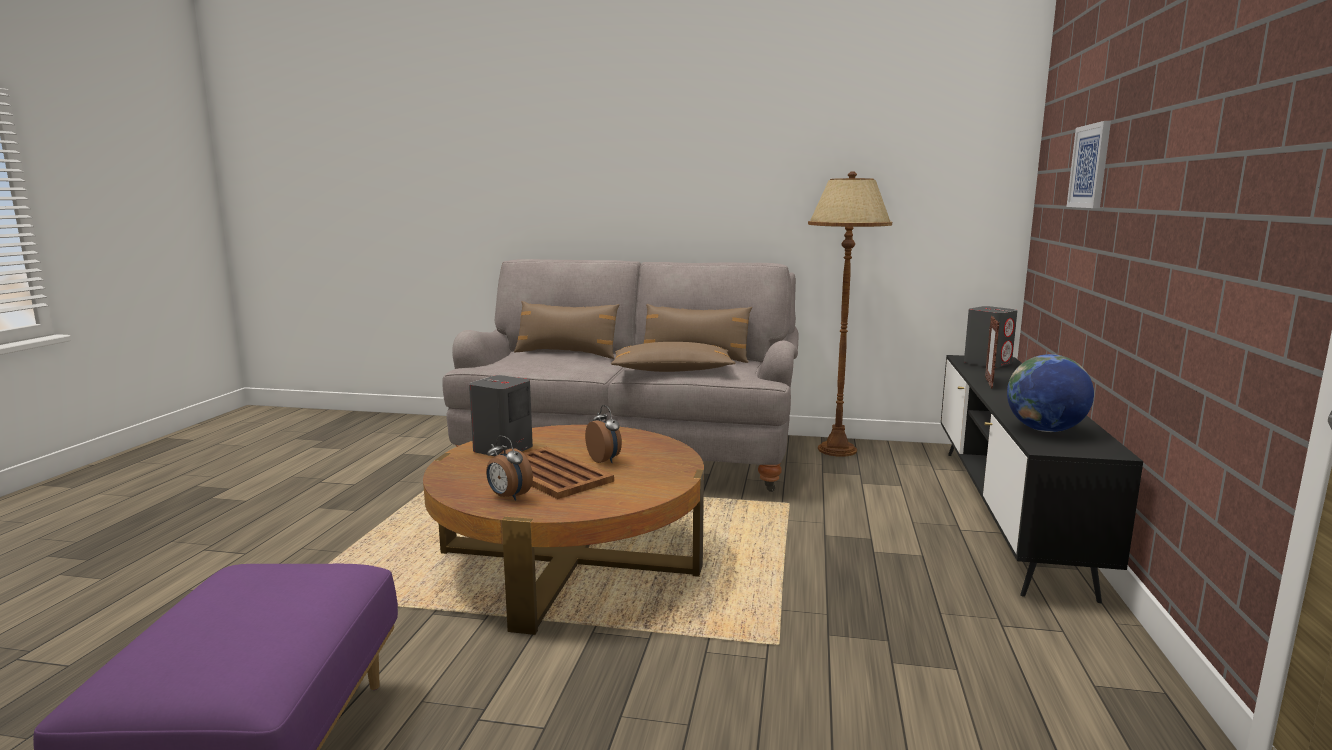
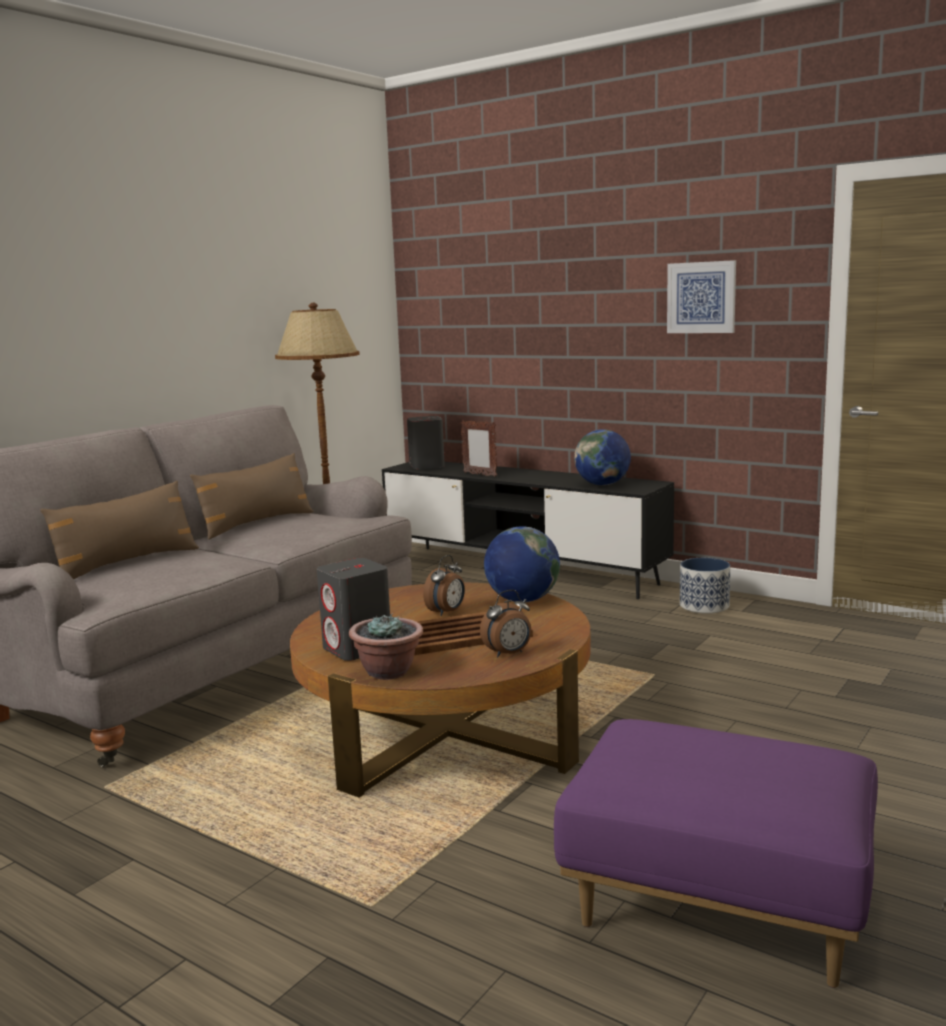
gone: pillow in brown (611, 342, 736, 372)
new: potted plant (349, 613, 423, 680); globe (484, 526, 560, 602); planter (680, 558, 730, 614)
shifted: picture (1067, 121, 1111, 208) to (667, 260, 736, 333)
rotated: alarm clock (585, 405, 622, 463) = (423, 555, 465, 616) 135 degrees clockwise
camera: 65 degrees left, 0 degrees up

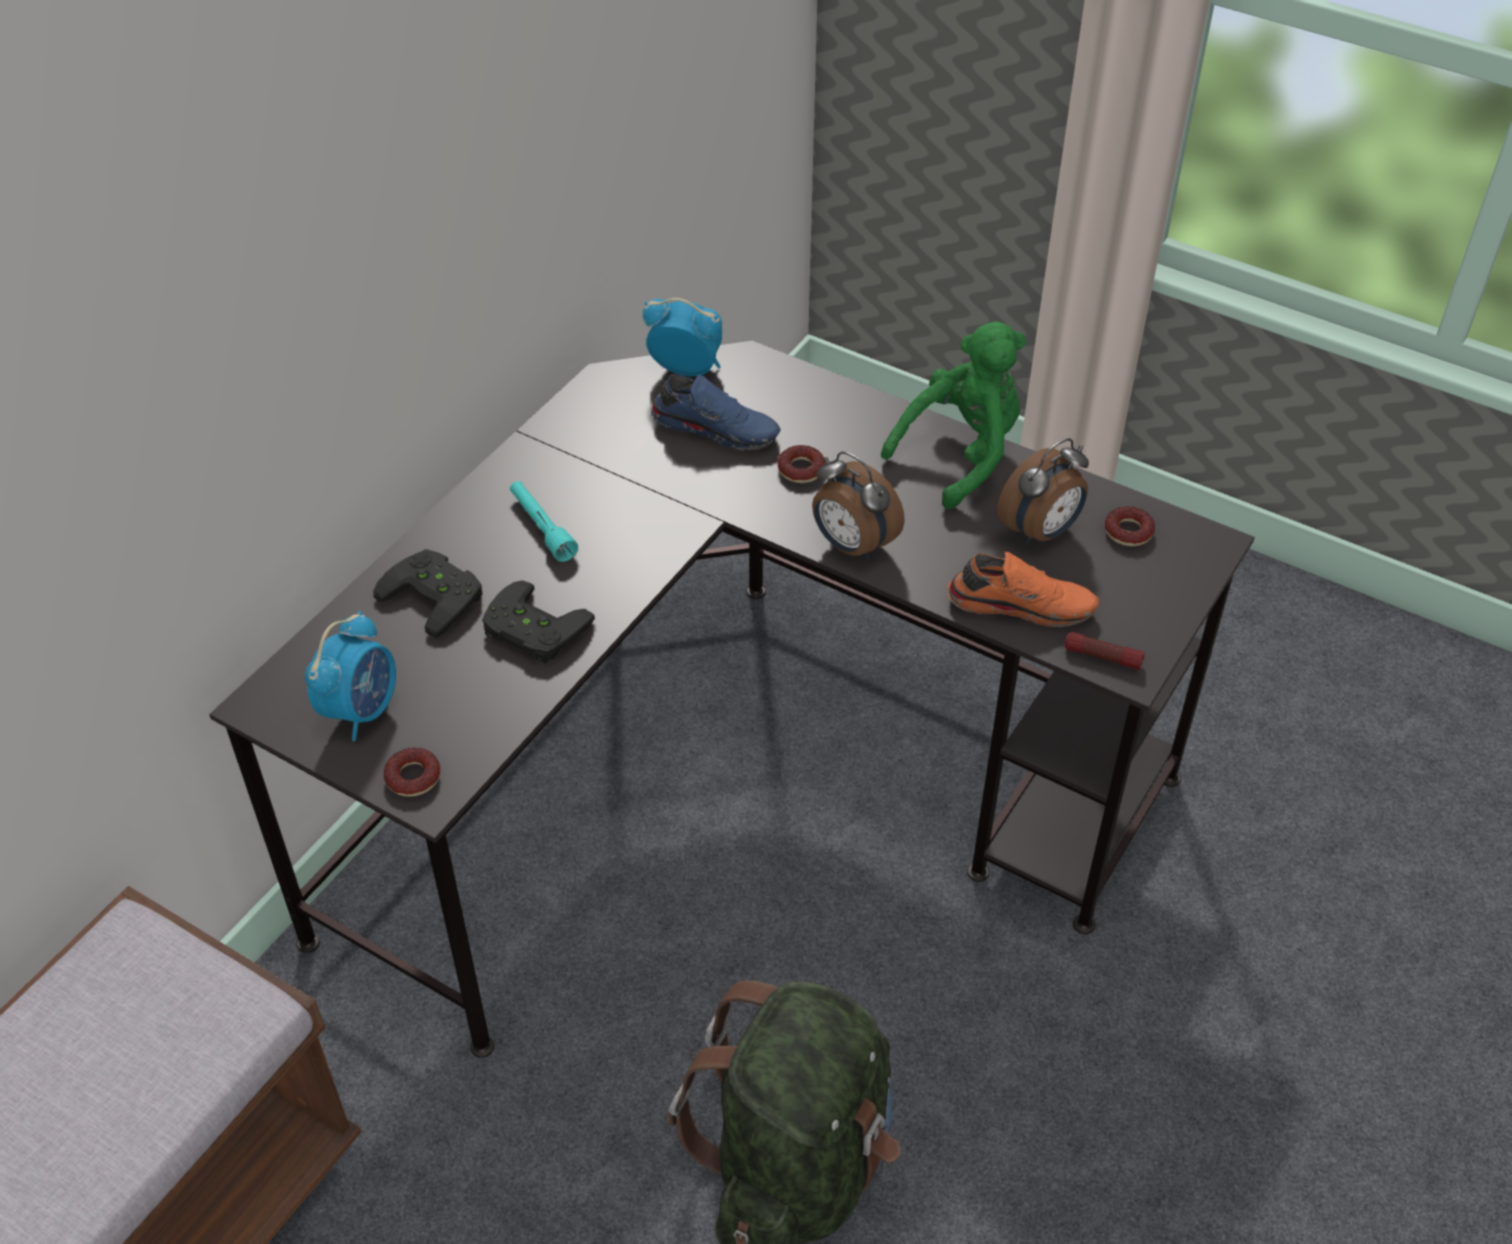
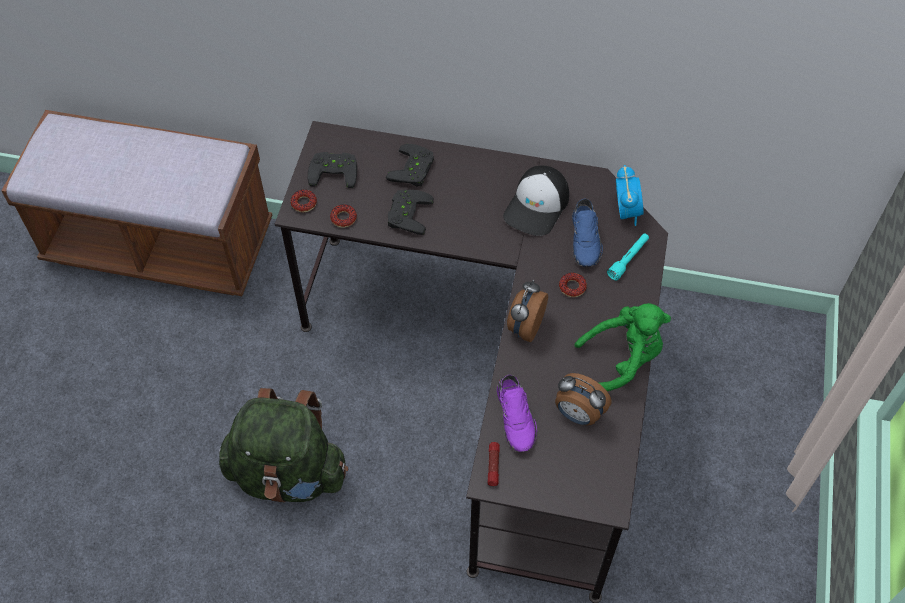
new: cap (503, 166, 569, 236)
shifted: donut (1105, 506, 1155, 546) to (330, 204, 357, 228); flashlight in turquoise (510, 481, 578, 562) to (607, 233, 649, 280)
swapped: alarm clock (305, 611, 396, 741) to game controller in black (308, 152, 357, 188)
repainted: shoe in orange (948, 552, 1099, 627) to shoe in purple (497, 375, 537, 452)
rotated: plush toy in green (881, 321, 1026, 509) = (574, 303, 671, 391) 45 degrees counterclockwise
camera: 70 degrees right, 10 degrees up

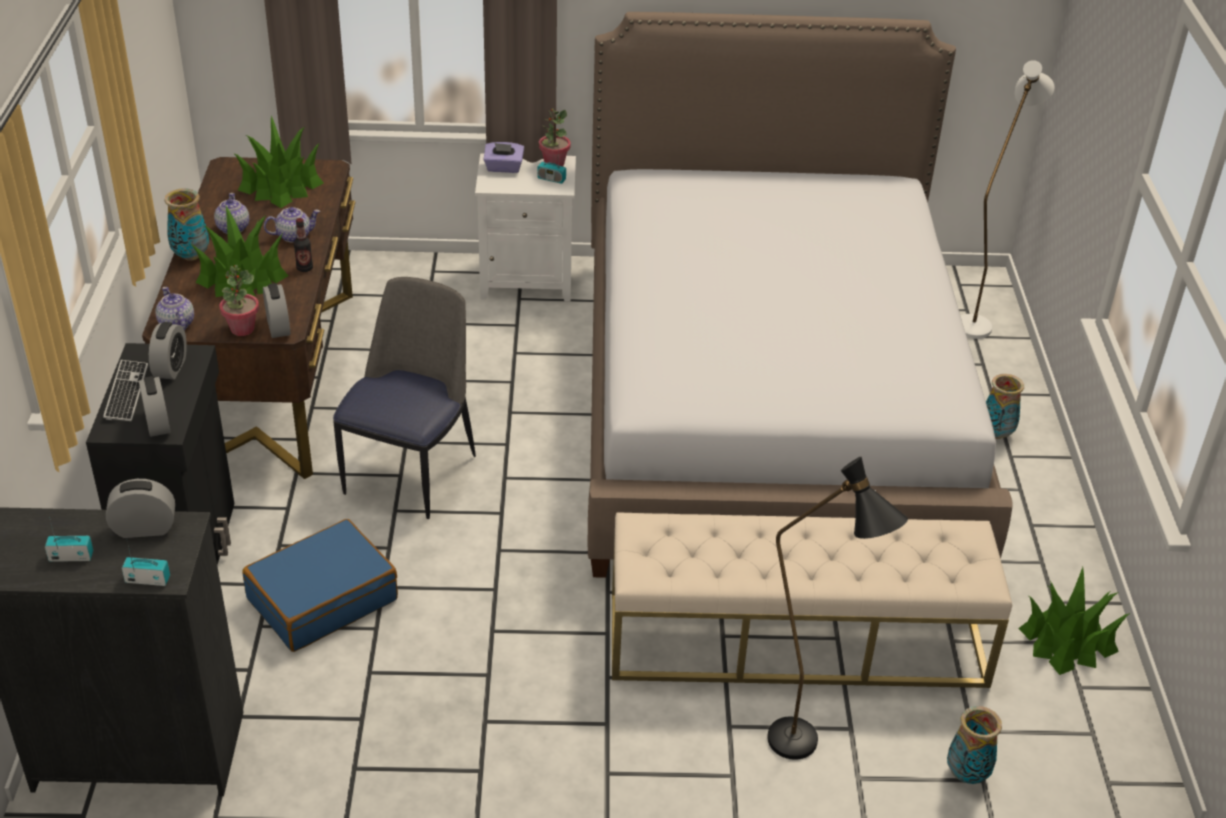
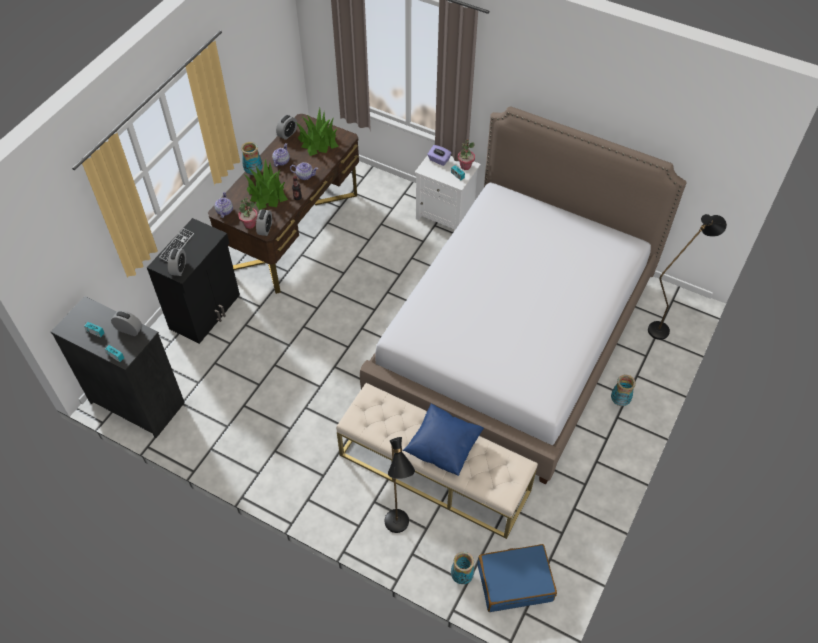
gone: chair (333, 277, 476, 519); potted plant (1018, 567, 1130, 675)
new: pillow in blue (403, 403, 484, 476)
shifted: alarm clock (149, 322, 187, 379) to (276, 115, 297, 140); suitcase in blue (242, 519, 398, 652) to (477, 544, 557, 612)
repainted: floor lamp in white (960, 60, 1055, 339) to floor lamp in black (648, 214, 727, 340)
camera: 30 degrees right, 15 degrees up

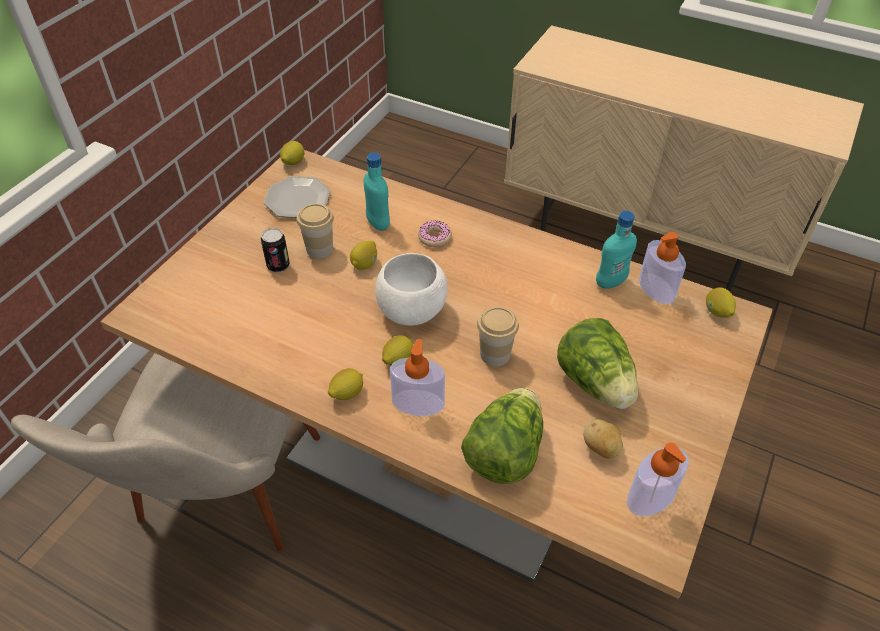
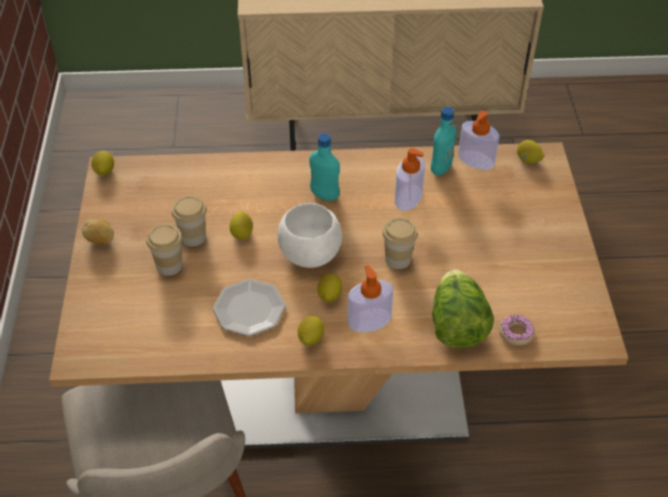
gone: lettuce (557, 318, 638, 409)
shifted: potato (583, 419, 623, 458) to (82, 219, 114, 245); plate (264, 176, 331, 218) to (213, 279, 286, 336); bottle in turquoise (364, 152, 390, 231) to (309, 133, 340, 201); soap dispenser (627, 442, 689, 516) to (395, 148, 425, 211); donut (418, 221, 452, 247) to (499, 315, 535, 346)
swapped: can (261, 228, 290, 272) to cup (146, 224, 183, 276)
camera: 30 degrees left, 0 degrees up

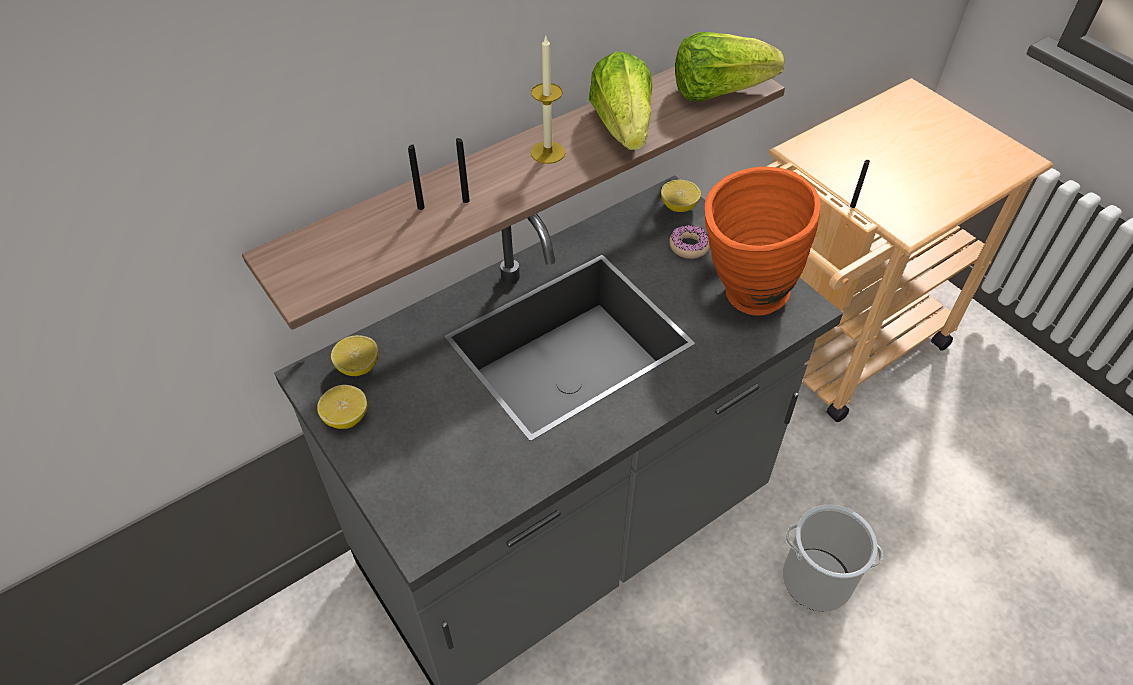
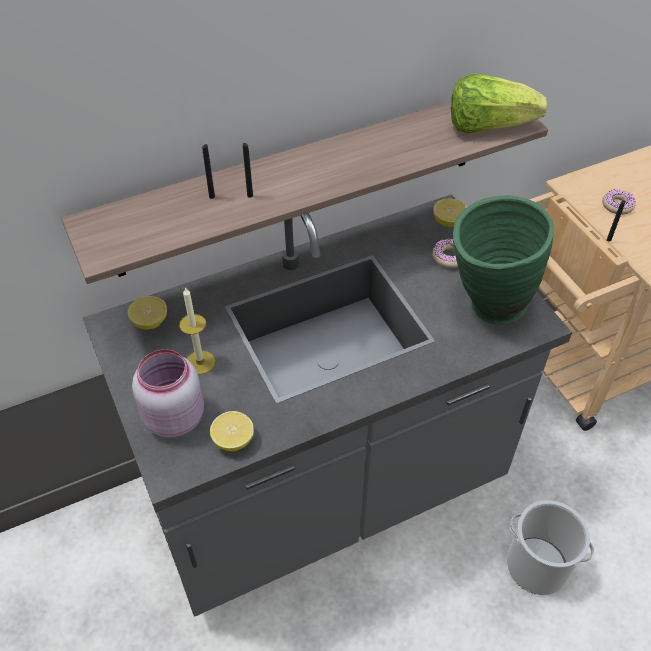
gone: lettuce (589, 51, 652, 150)
new: jar in pink (132, 349, 204, 438); donut (602, 189, 636, 215)
shifted: candle (531, 34, 565, 164) to (179, 287, 215, 374); lemon (317, 385, 367, 429) to (210, 411, 254, 451)
repainted: vase in orange (705, 166, 821, 316) to vase in green (453, 196, 554, 325)
camera: 10 degrees right, 0 degrees up

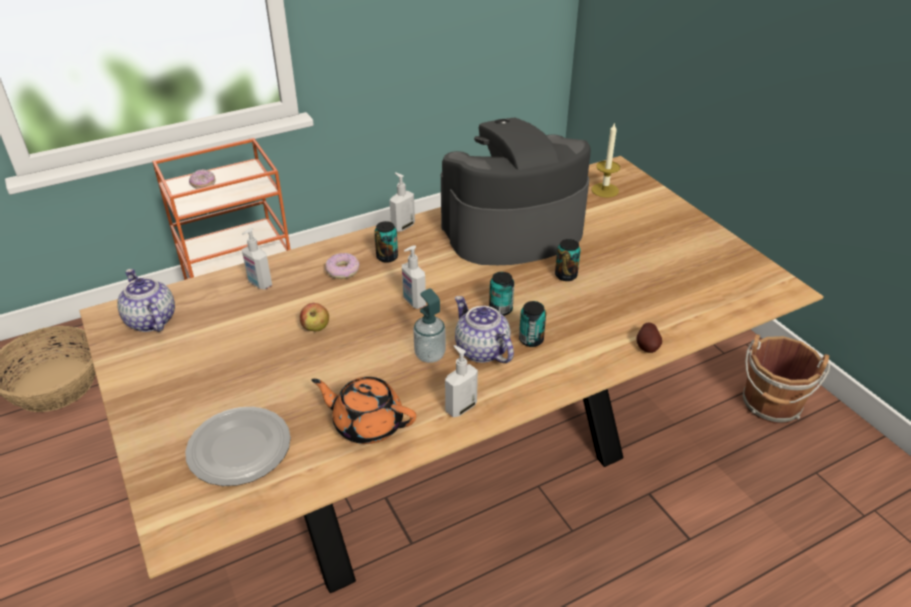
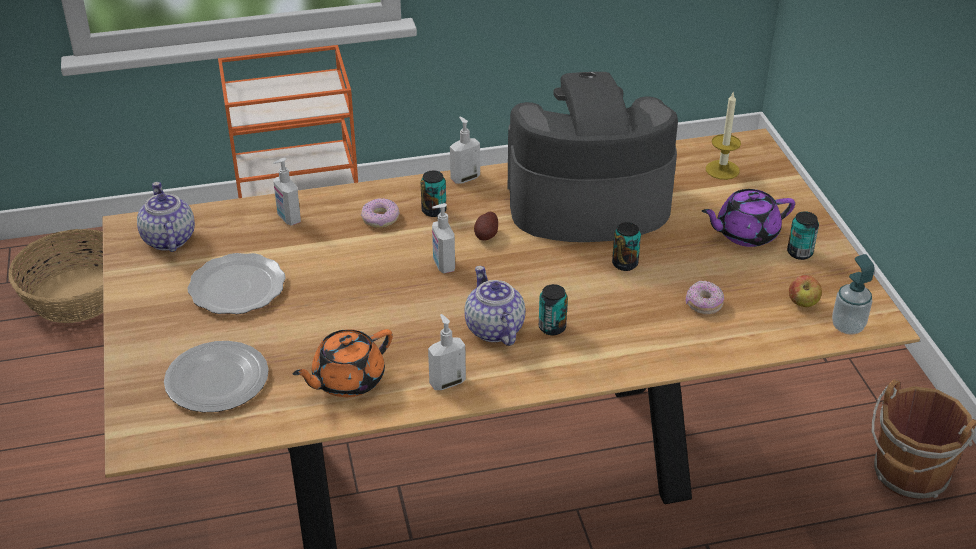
new: plate (187, 253, 286, 314); teapot in purple (702, 189, 795, 247)
shifted: potato (636, 323, 662, 353) to (474, 212, 498, 241); donut (189, 169, 216, 189) to (685, 280, 724, 314); can (489, 272, 514, 316) to (787, 211, 819, 260); apple (300, 303, 329, 331) to (789, 275, 822, 307); soap dispenser (413, 289, 446, 363) to (832, 254, 875, 335)
rotated: teapot in orange (311, 377, 416, 444) = (293, 329, 393, 397) 75 degrees counterclockwise
camera: 15 degrees right, 0 degrees up

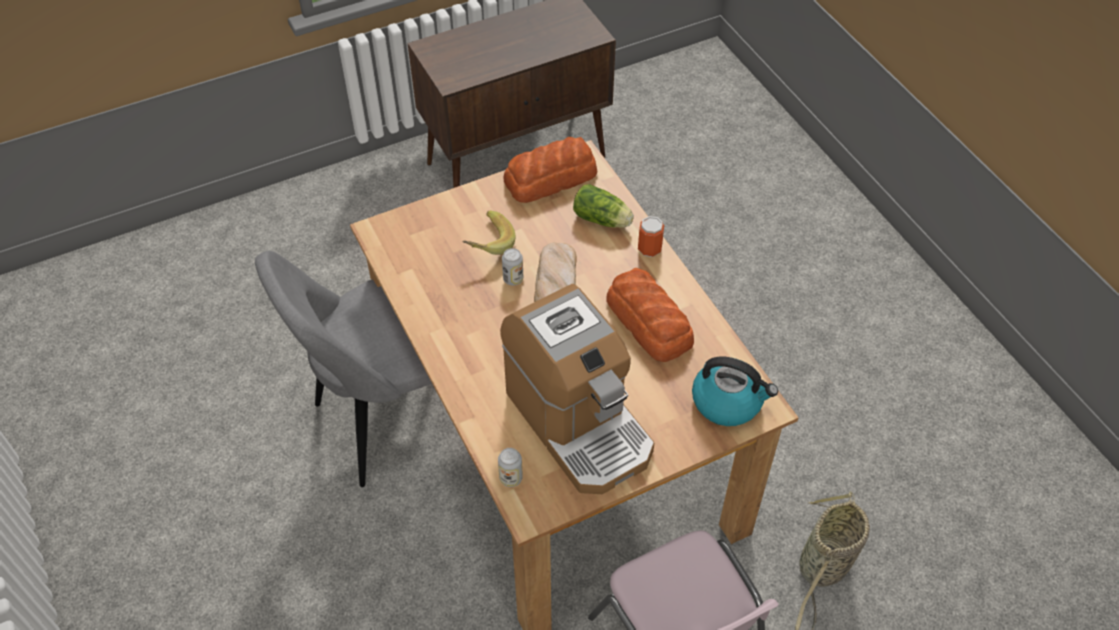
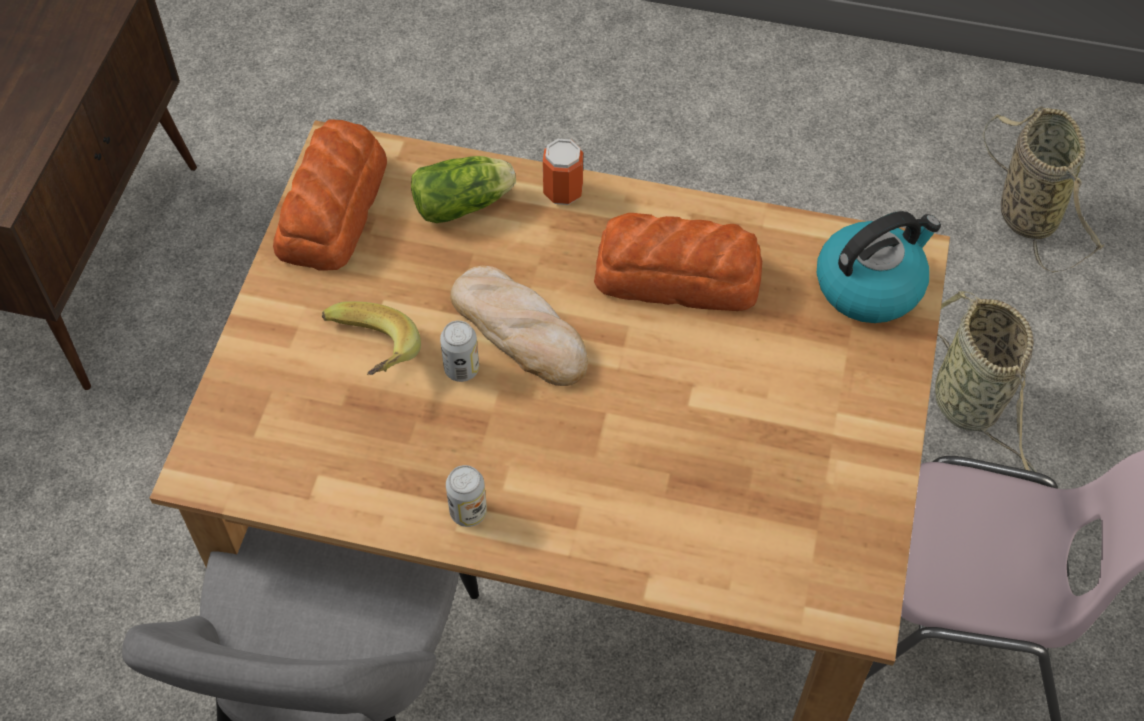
gone: coffee machine (500, 284, 654, 494)
new: basket (982, 107, 1105, 273)
shifted: can (498, 448, 523, 487) to (446, 465, 487, 527)
camera: 50 degrees left, 5 degrees up

